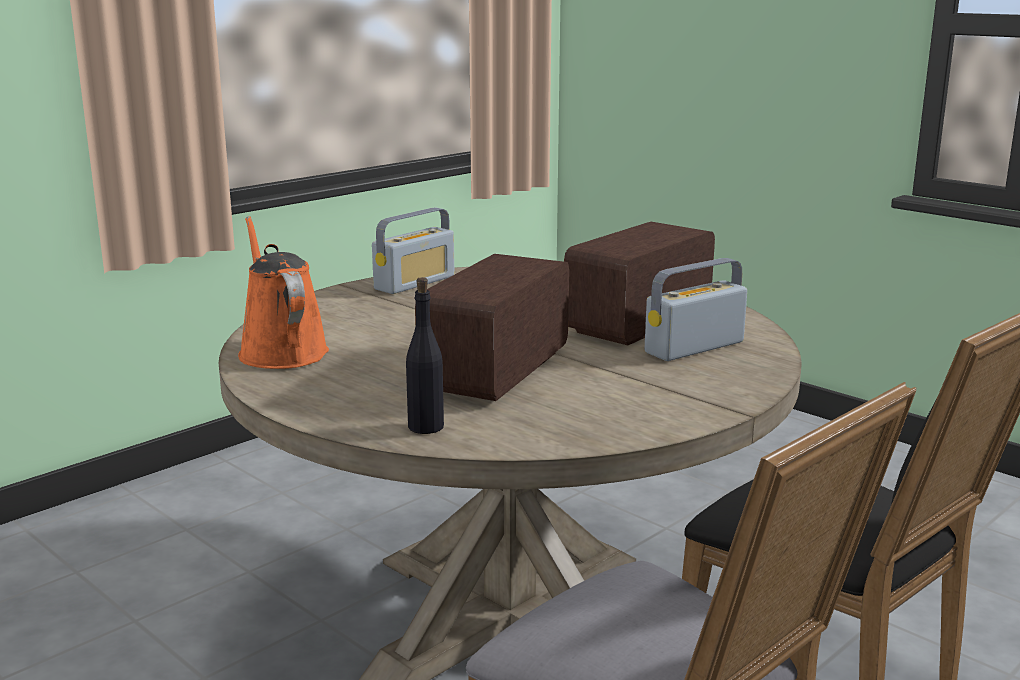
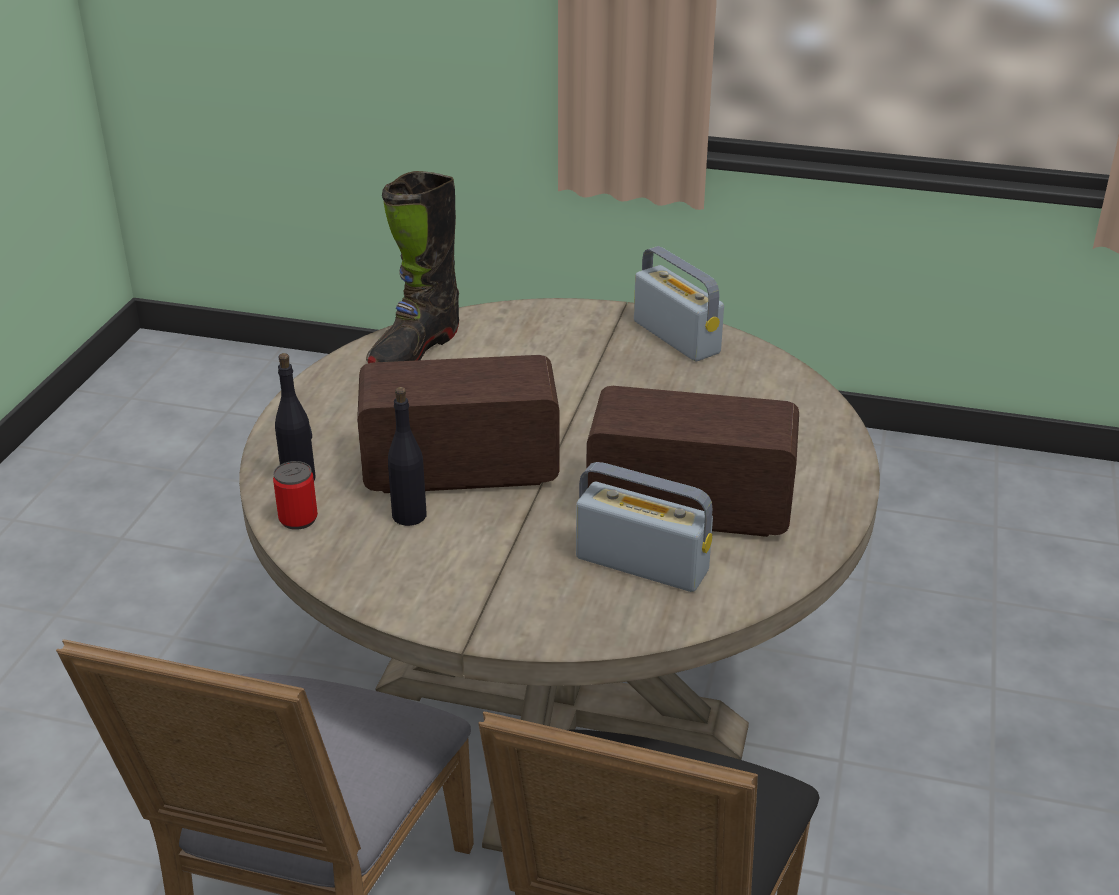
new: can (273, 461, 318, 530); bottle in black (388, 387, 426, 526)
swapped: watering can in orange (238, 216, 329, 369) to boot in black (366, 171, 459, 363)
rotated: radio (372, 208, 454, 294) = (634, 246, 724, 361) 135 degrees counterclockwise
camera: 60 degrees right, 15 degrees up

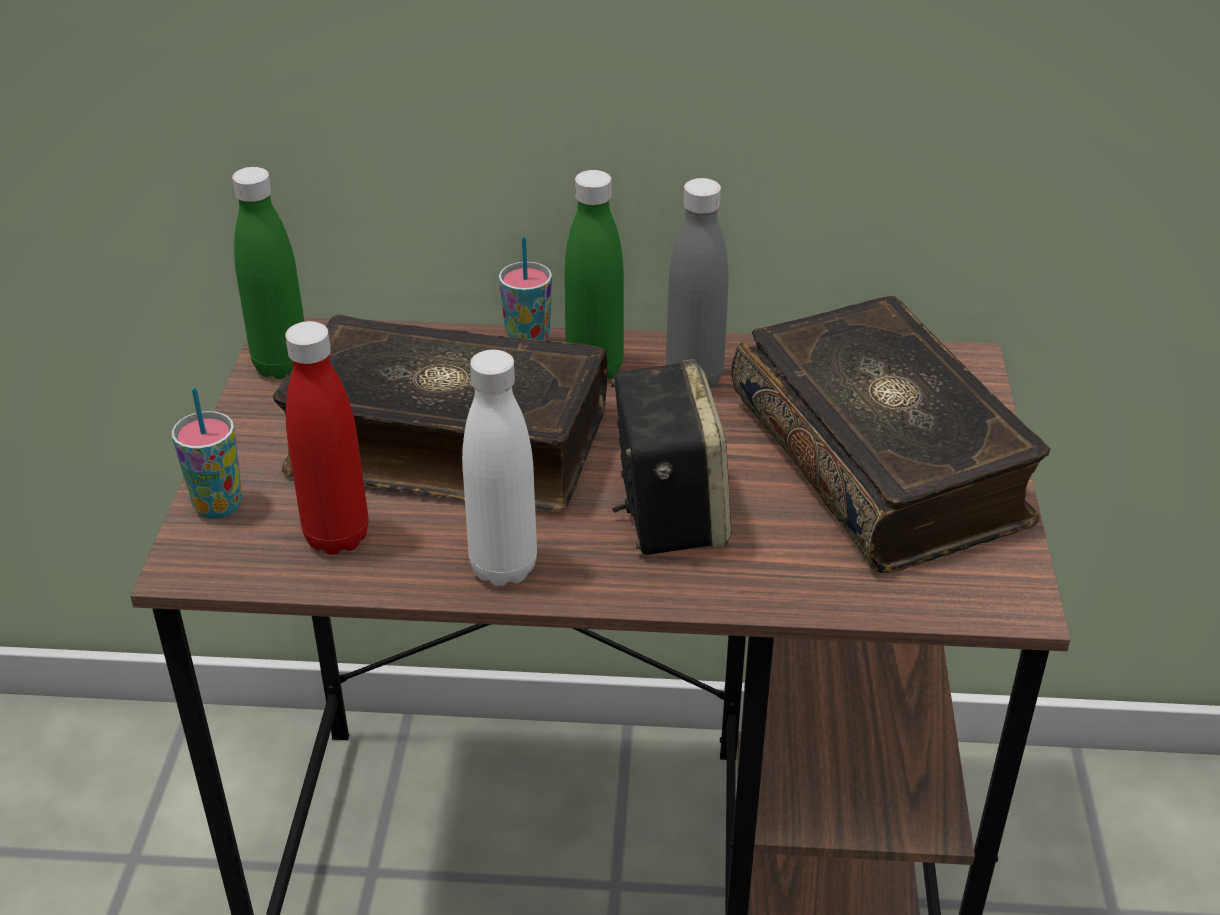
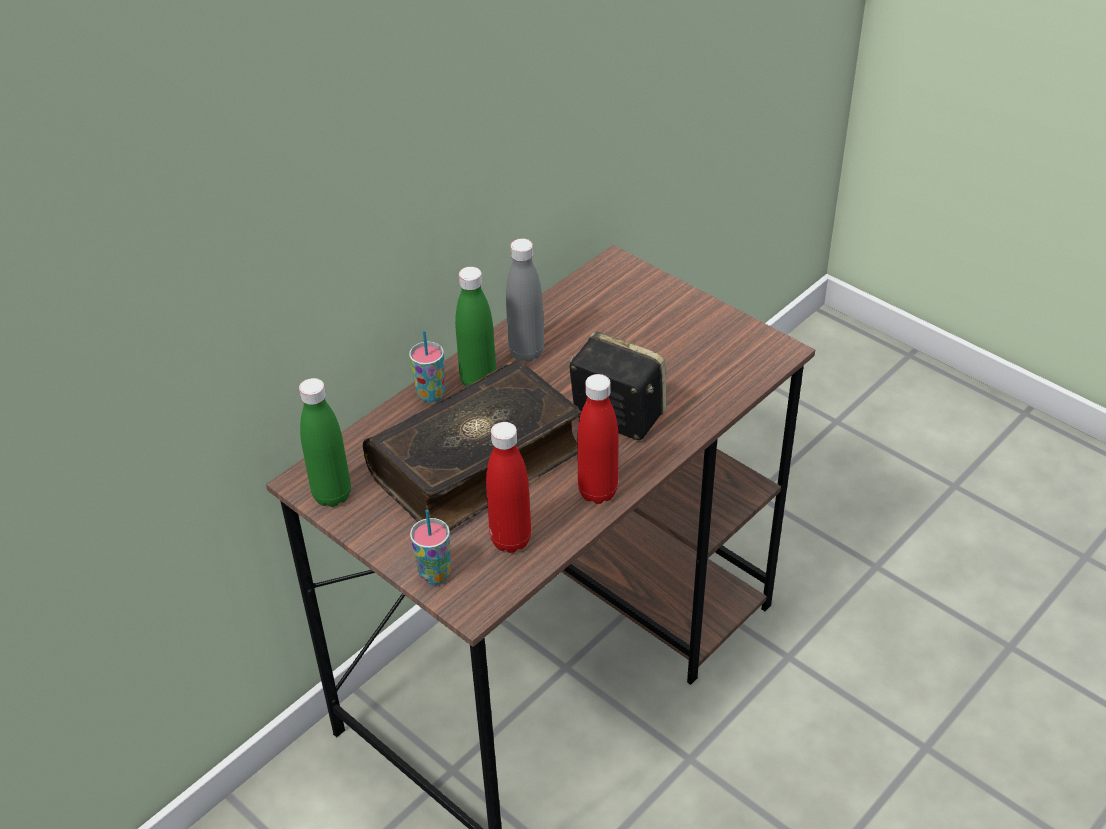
gone: book (731, 296, 1050, 573)
repainted: bottle in white (462, 350, 537, 586) to bottle in red (577, 374, 619, 504)
camera: 50 degrees left, 5 degrees up

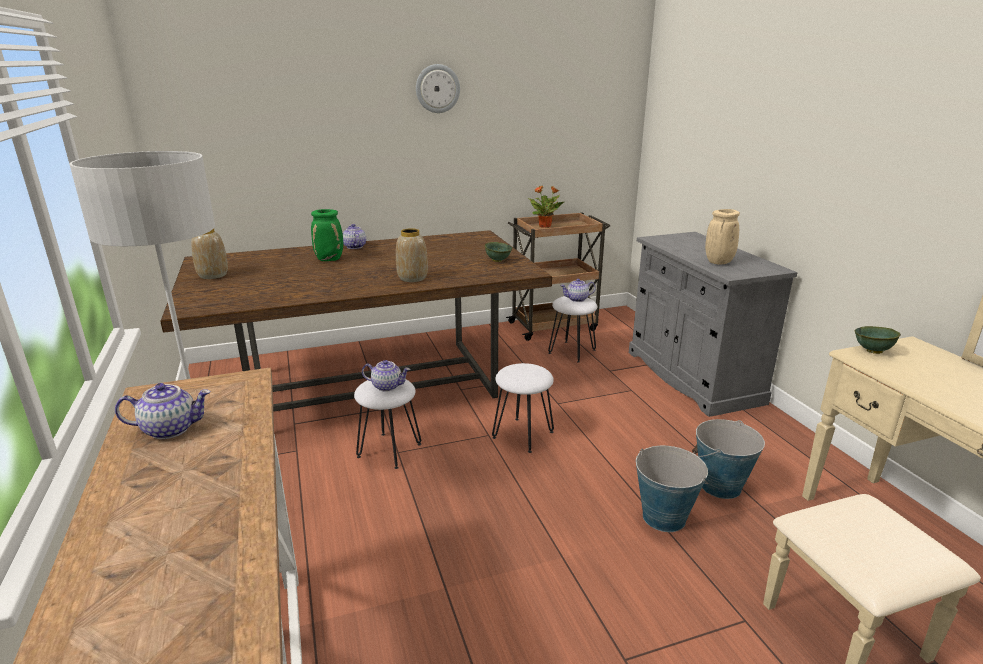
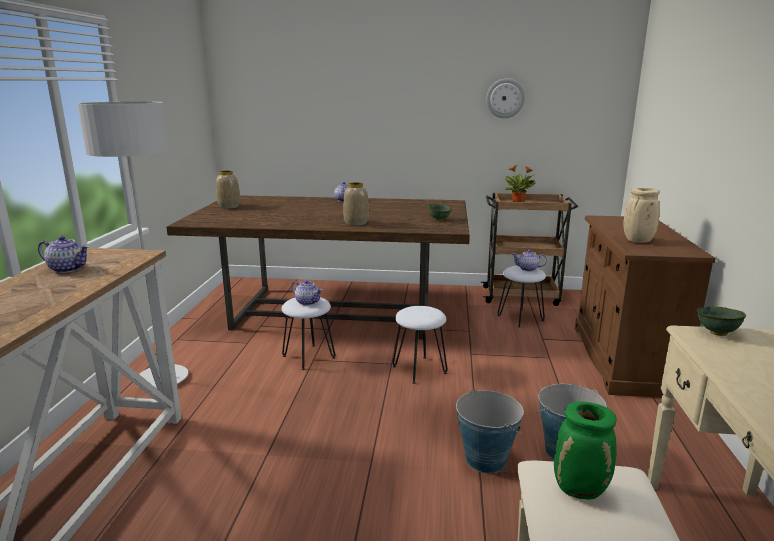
shifted: wall clock (416, 64, 460, 113) to (486, 78, 525, 118); vase in green (311, 209, 343, 261) to (554, 402, 617, 500)
repainted: cabinet in grey (629, 232, 798, 417) to cabinet in brown (575, 215, 716, 398)
camera: 25 degrees right, 5 degrees down

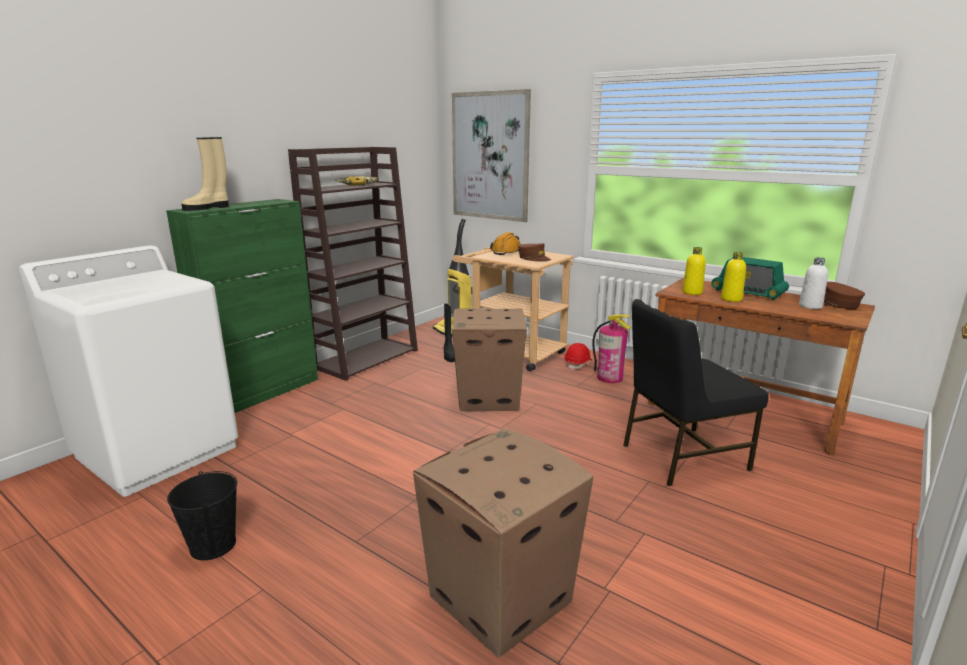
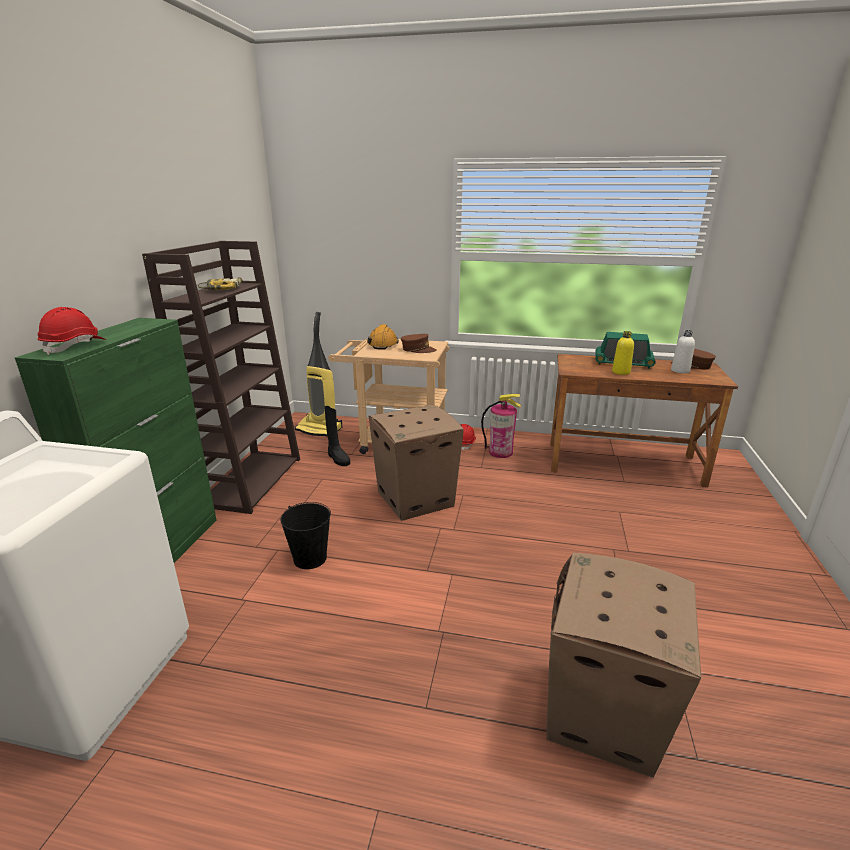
gone: picture (452, 89, 531, 222); chair in black (623, 299, 769, 486); bottle in yellow (682, 247, 706, 295)
shifted: bucket in black (167, 471, 237, 560) to (281, 502, 331, 569)
swapped: boot in beige (181, 137, 229, 211) to hard hat in red (38, 307, 107, 355)
camera: 25 degrees left, 5 degrees up

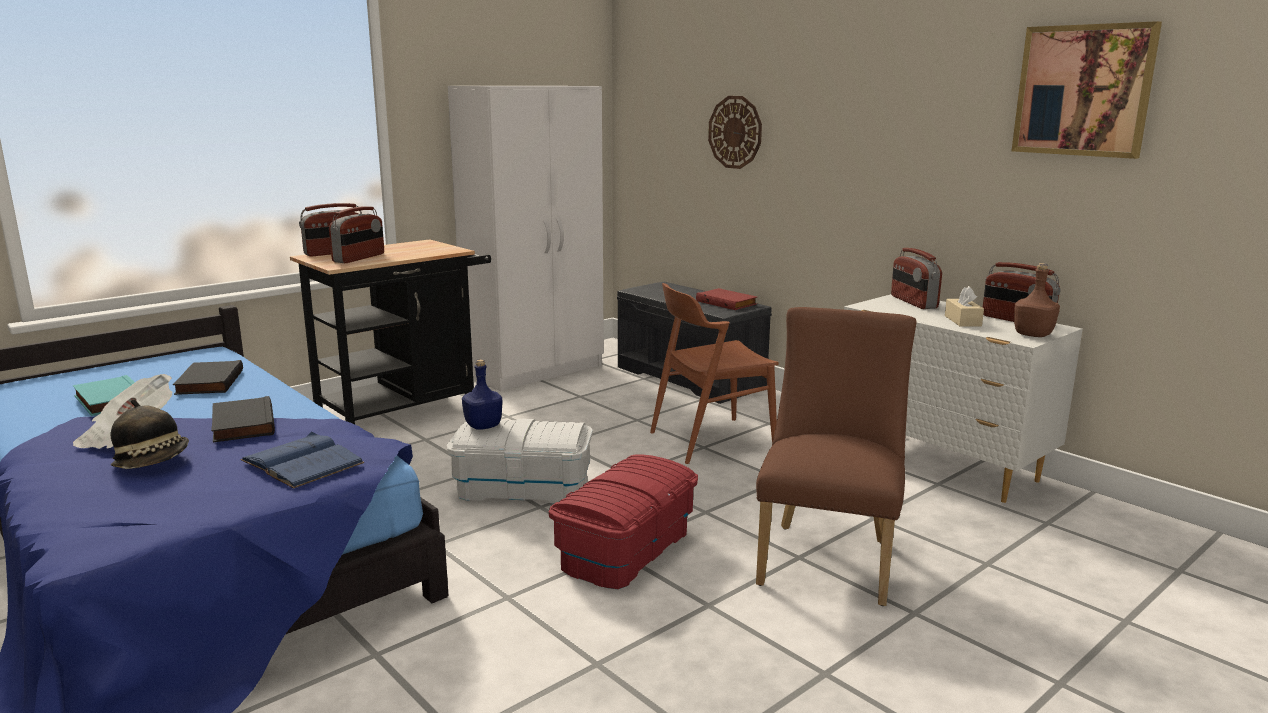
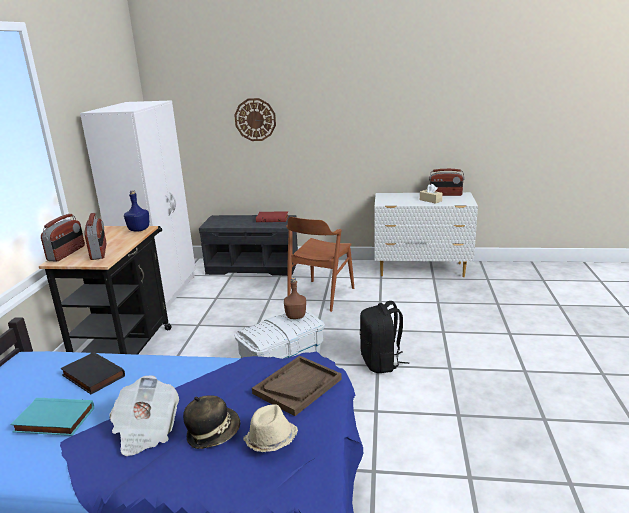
gone: book in black (211, 396, 275, 442); chair in brown (756, 307, 917, 606); radio (891, 248, 942, 309); picture (1012, 21, 1162, 159)
new: hat in beige (243, 405, 298, 452)
shifted: bottle in blue (462, 359, 502, 430) to (124, 190, 149, 231); bottle in brown (1014, 263, 1060, 337) to (284, 278, 306, 319)
swapped: book in blue (240, 431, 364, 488) to tray in brown (252, 356, 342, 416); storage box in red (549, 454, 698, 589) to backpack in black (360, 301, 409, 373)
camera: 40 degrees left, 5 degrees up

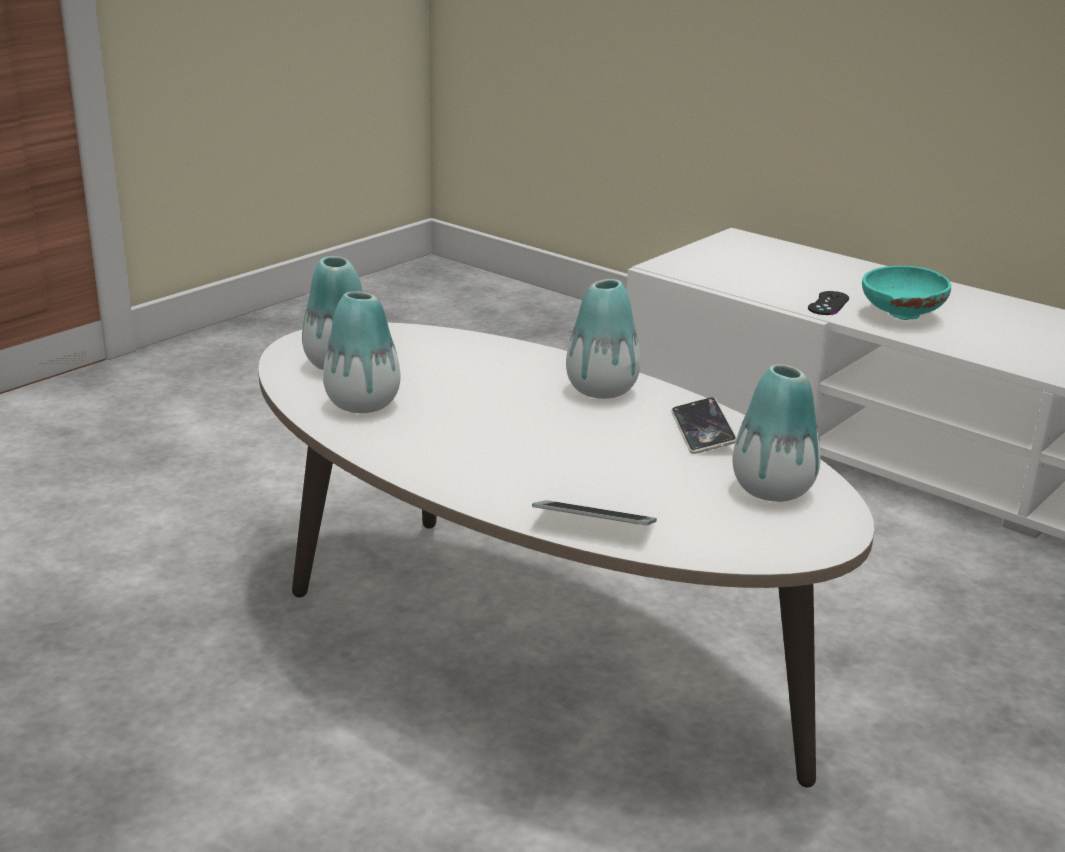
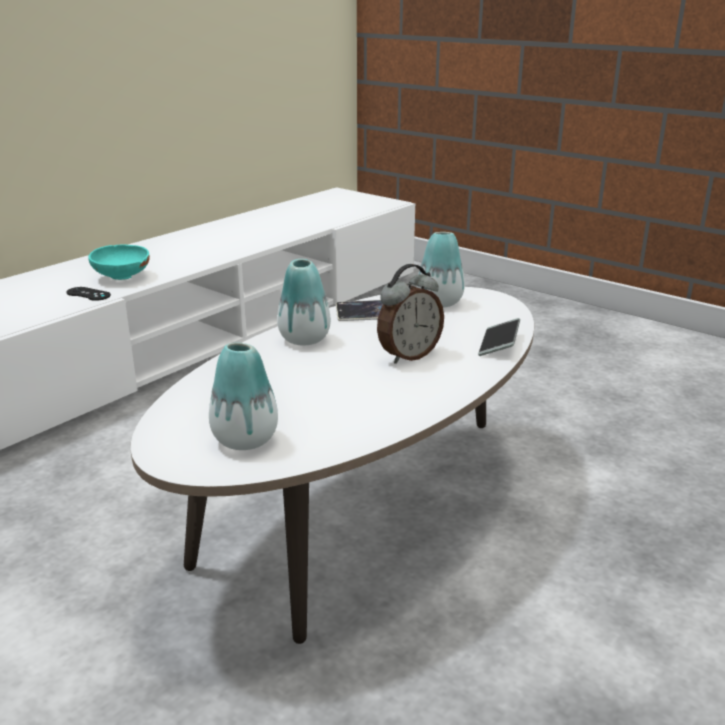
gone: vase (323, 291, 400, 413)
new: alarm clock (377, 264, 444, 364)
camera: 90 degrees left, 0 degrees up

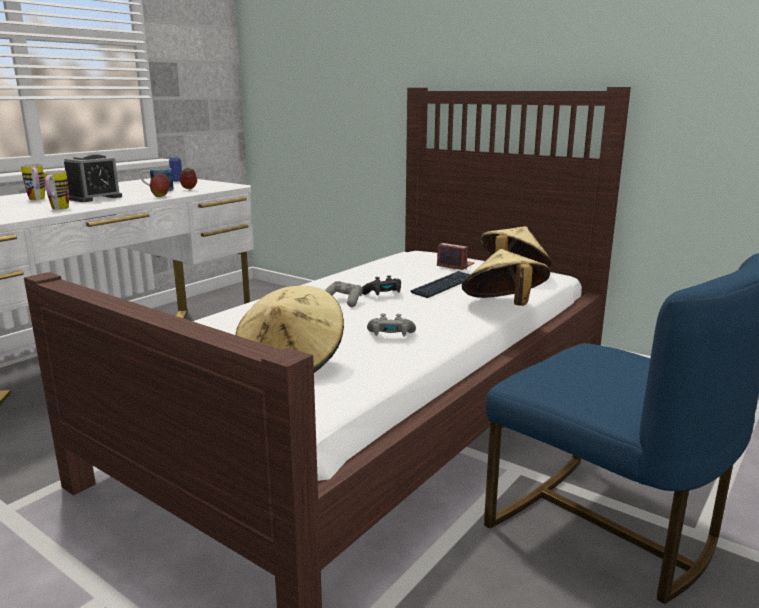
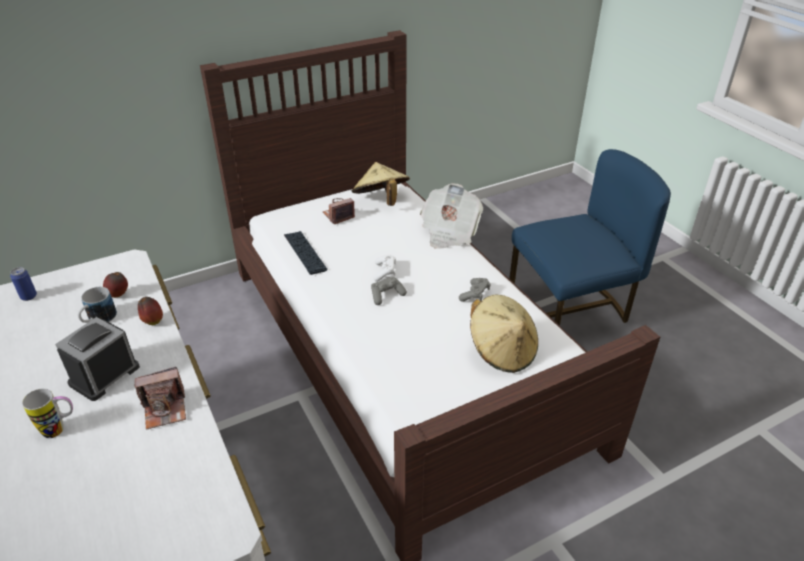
shifted: keyboard (411, 271, 470, 298) to (284, 231, 327, 275)
swapped: mug (43, 171, 69, 210) to photo camera (134, 367, 186, 430); hat in beige (462, 249, 550, 306) to newspaper (420, 183, 483, 249)
repainted: game controller in black (362, 275, 401, 295) to game controller in white (373, 254, 396, 282)
rotated: alarm clock (64, 154, 122, 202) = (55, 317, 140, 401) 120 degrees counterclockwise
camera: 65 degrees left, 20 degrees up

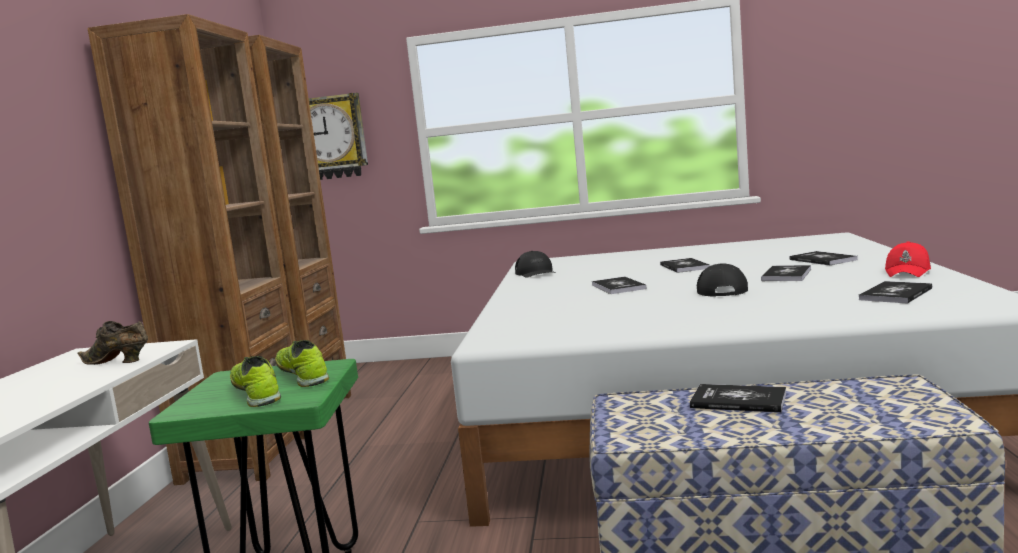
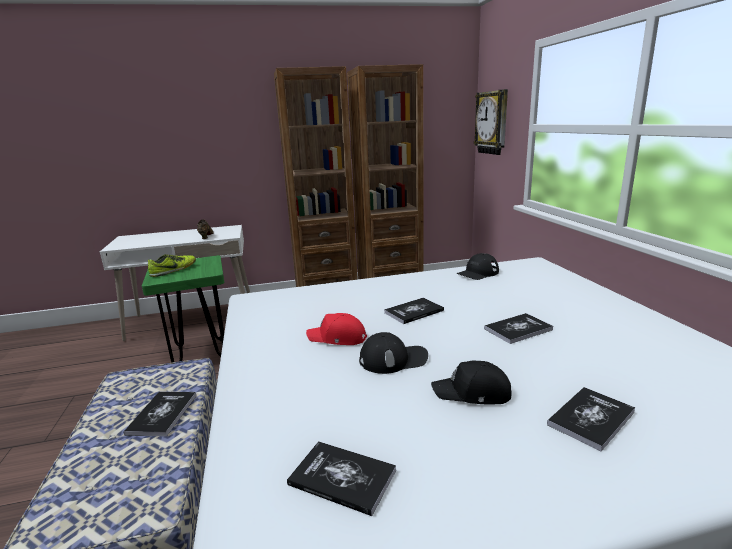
gone: shoe (275, 340, 329, 387)
shifted: cap in red (885, 241, 931, 277) to (306, 313, 367, 345)
swapped: book (761, 265, 811, 281) to cap in black (431, 360, 512, 404)
camera: 70 degrees right, 10 degrees up

